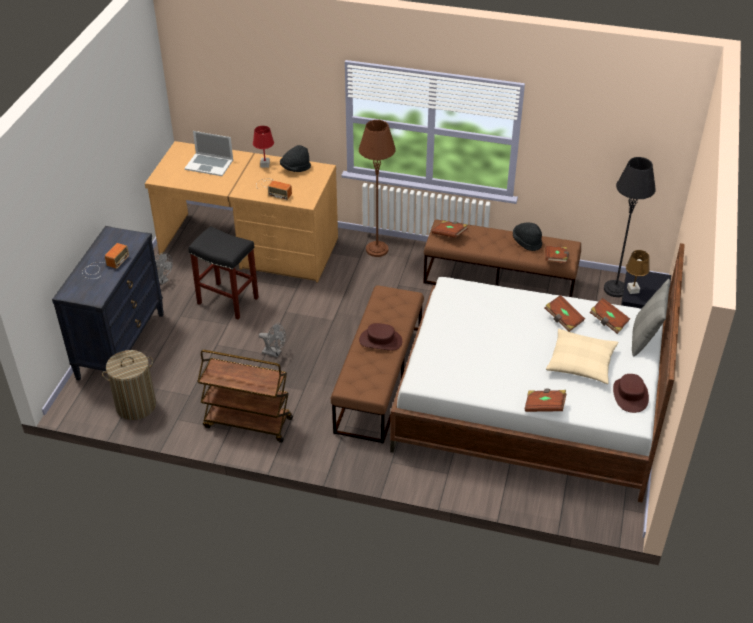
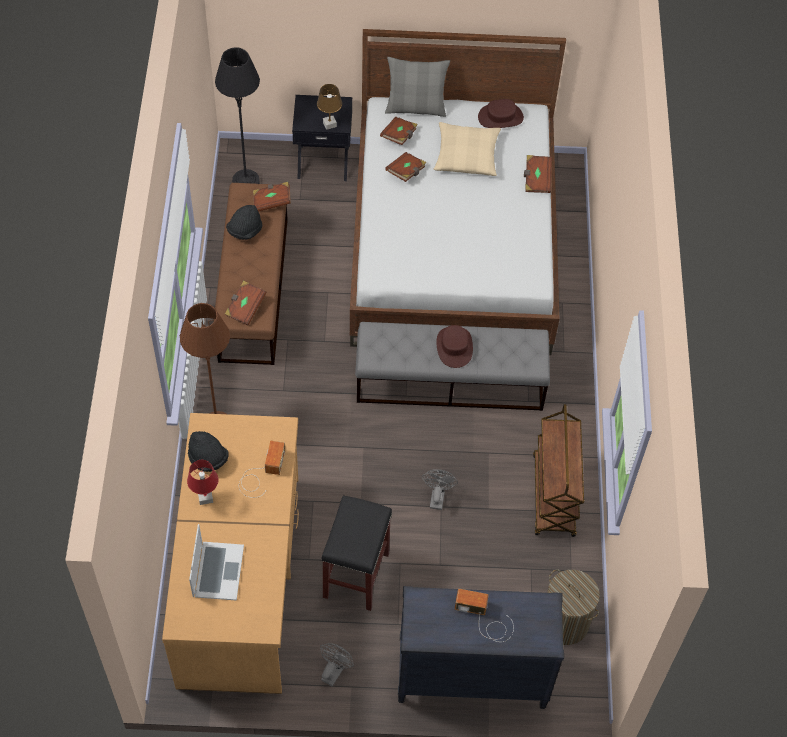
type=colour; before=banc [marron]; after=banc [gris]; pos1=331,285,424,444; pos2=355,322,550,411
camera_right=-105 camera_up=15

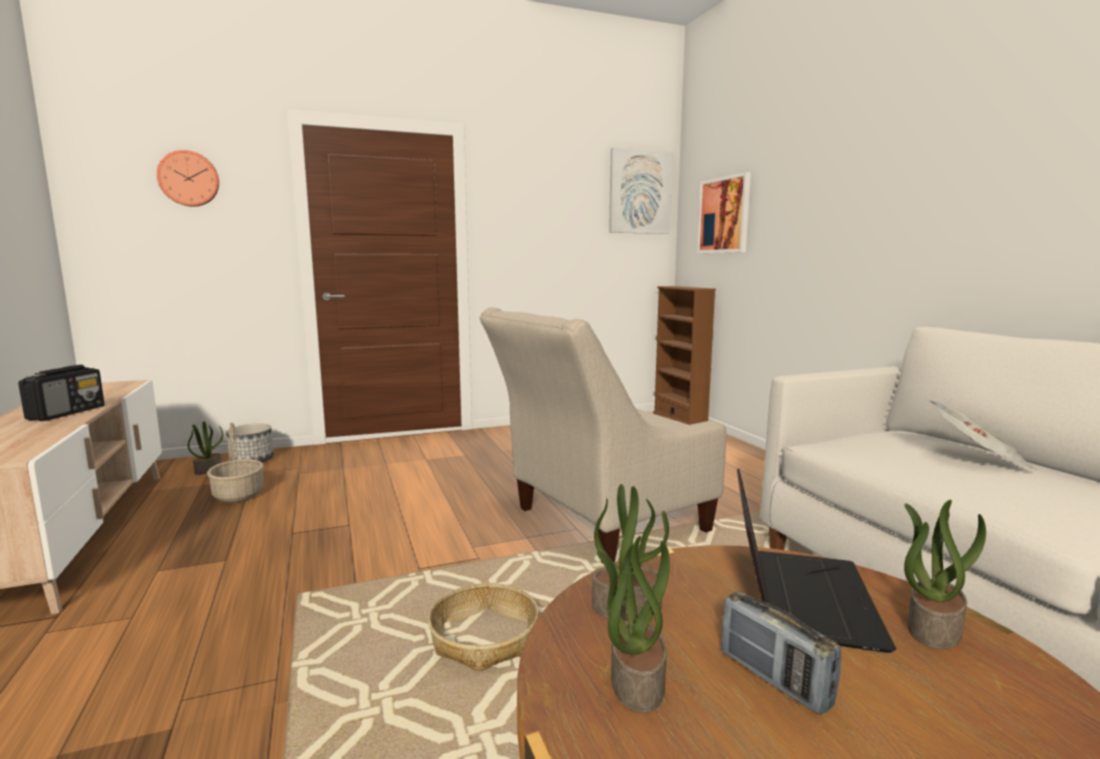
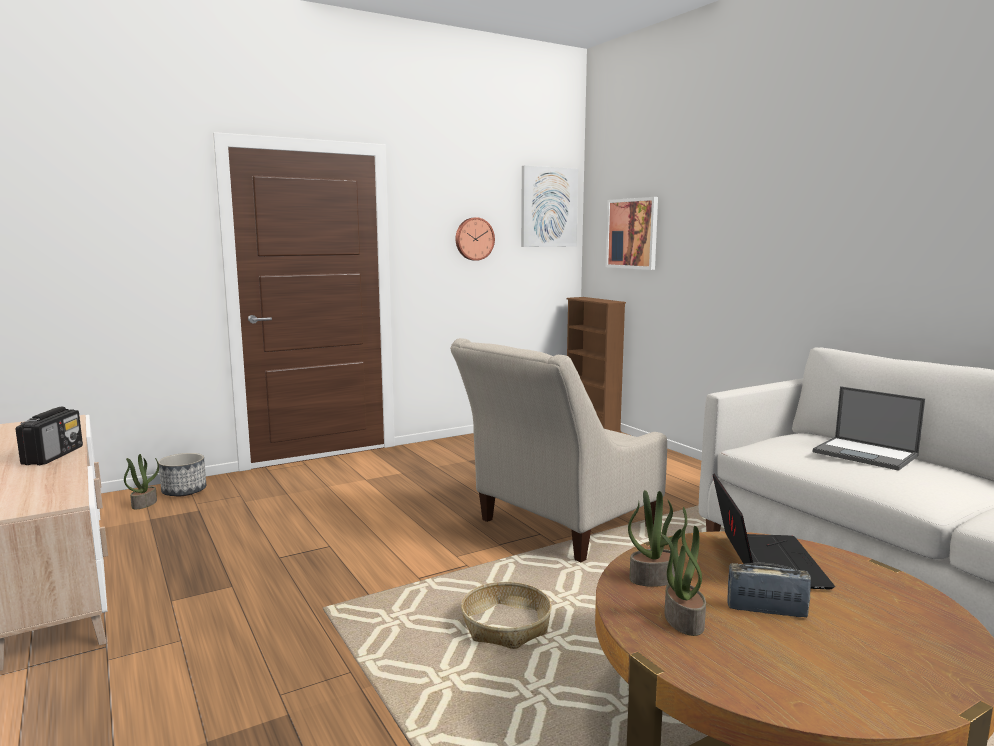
type=missing; before=panier; pos1=207,422,264,503
type=missing; before=plante en pot; pos1=904,500,986,649
type=relocated; before=horloge murale; pos1=157,150,219,207; pos2=456,217,495,261
type=exchanged; before=journal; after=ordinateur portable; pos1=927,399,1037,470; pos2=813,386,925,471
type=spun; before=radio; pos1=721,591,841,715; pos2=728,563,811,617; turn=150
camera_right=-10 camera_up=0

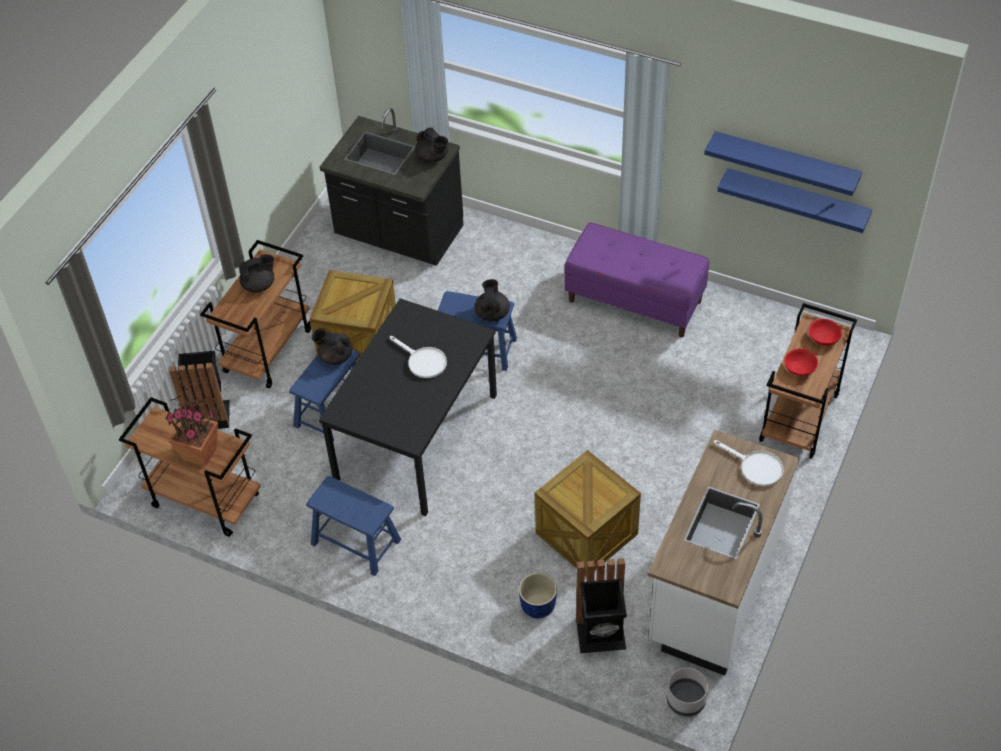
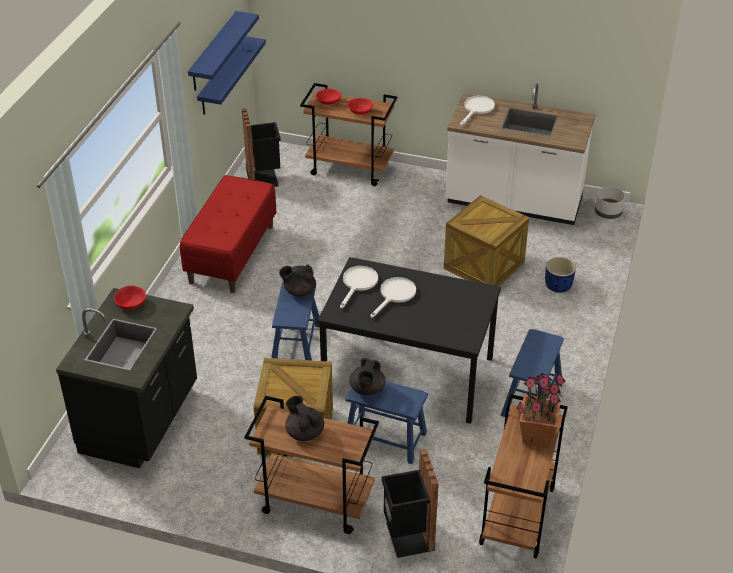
type=appeared; after=poêle [blanc]; pos2=340,266,378,308
type=relocated; before=poubelle [noir]; pos1=576,558,627,653; pos2=242,108,281,187
type=exchanged; before=théière [noir]; after=bol [rouge]; pos1=415,127,448,163; pos2=114,286,146,310
type=colour; before=banc [violet]; after=banc [rouge]; pos1=564,223,709,338; pos2=180,175,276,293
camera_right=-100 camera_up=-10

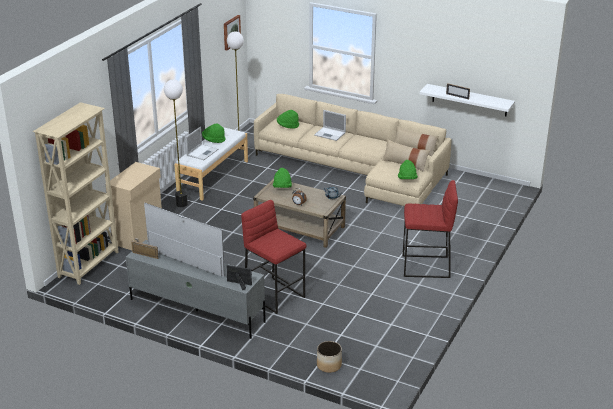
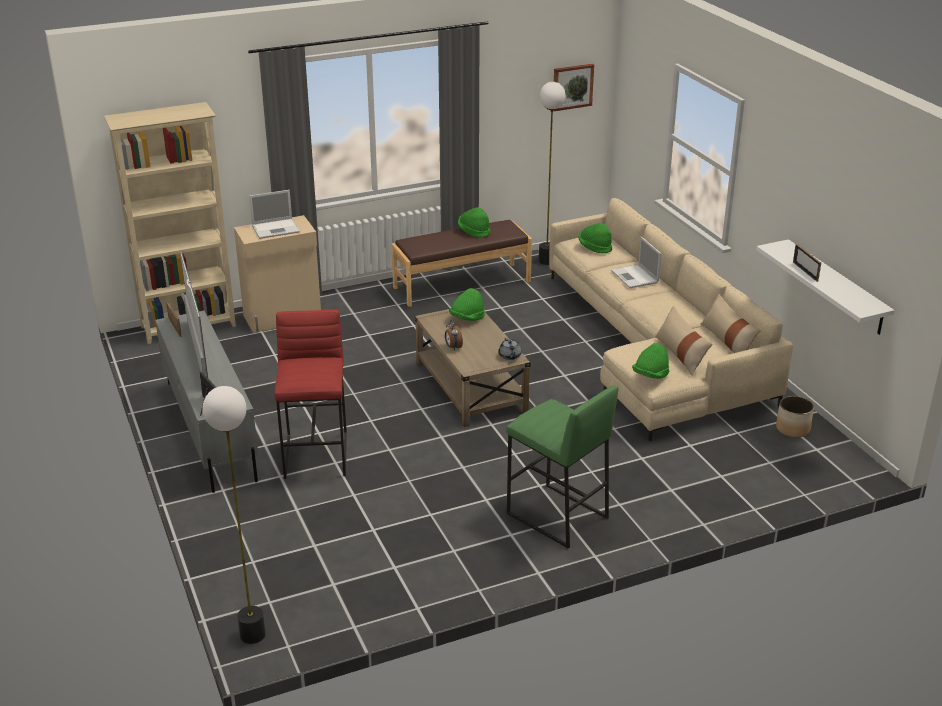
type=relocated; before=lampadaire; pos1=164,79,188,207; pos2=203,386,266,644
type=relocated; before=ordinateur portable; pos1=185,127,218,160; pos2=249,190,300,239
type=relocated; before=cache-pot; pos1=317,341,342,373; pos2=776,396,814,438
type=colour; before=banc [blanc]; after=banc [marron]; pos1=174,127,248,201; pos2=391,220,532,307
type=colour; before=tabouret [rouge]; after=tabouret [vert]; pos1=403,180,458,278; pos2=506,385,618,549
camera_right=40 camera_up=0

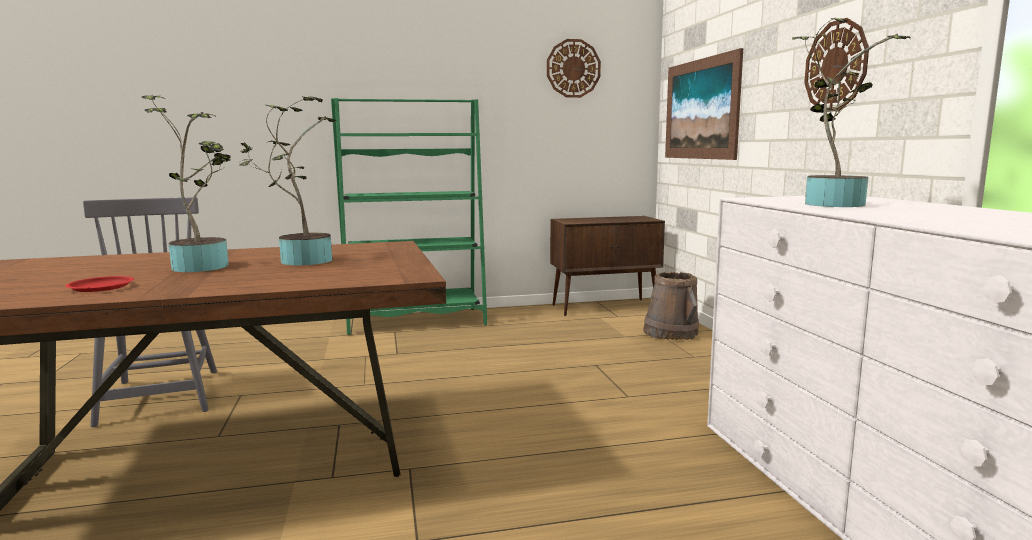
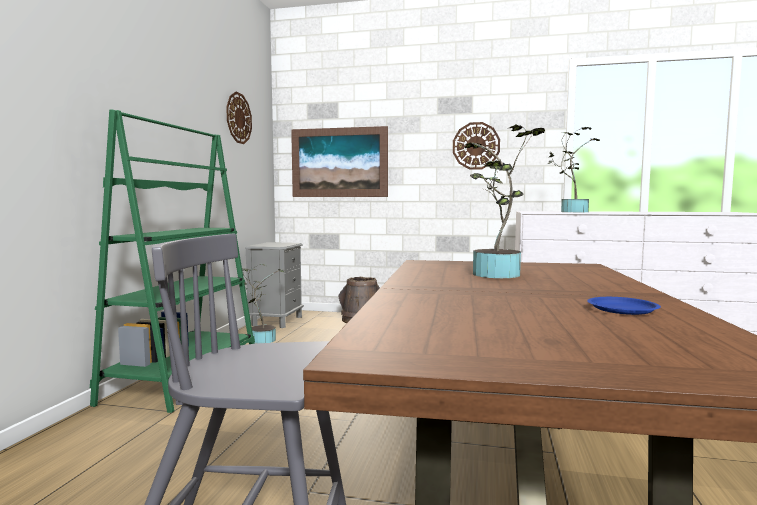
type=relocated; before=plante en pot; pos1=142,96,231,272; pos2=242,264,284,344
type=exchanged; before=meuble de rangement [marron]; after=table de chevet [gris]; pos1=550,216,665,316; pos2=245,242,304,328
type=colour; before=assiette [rouge]; after=assiette [bleu]; pos1=65,276,134,292; pos2=587,297,661,315
camera_right=-65 camera_up=-5

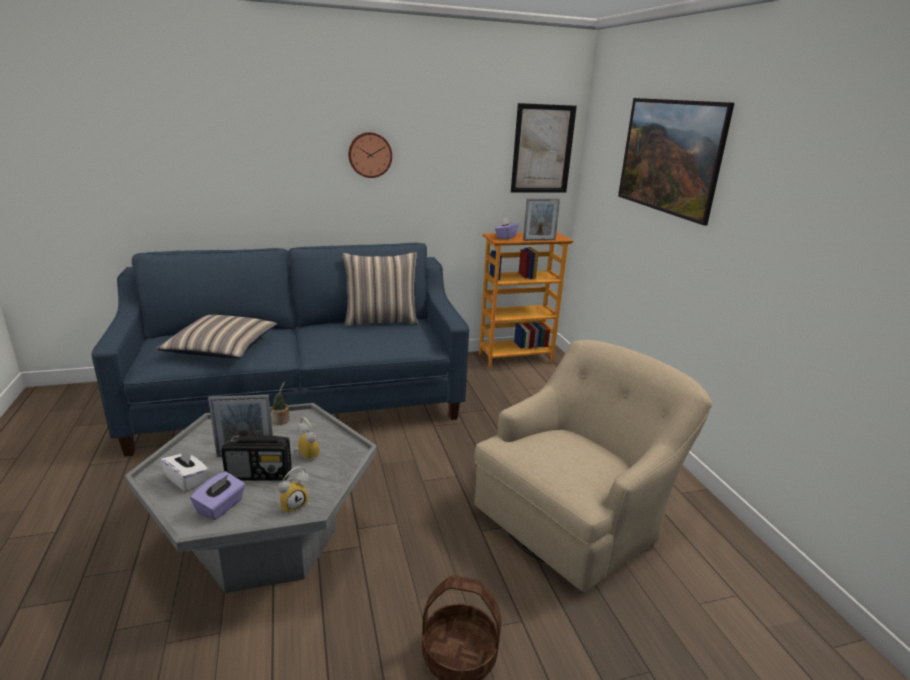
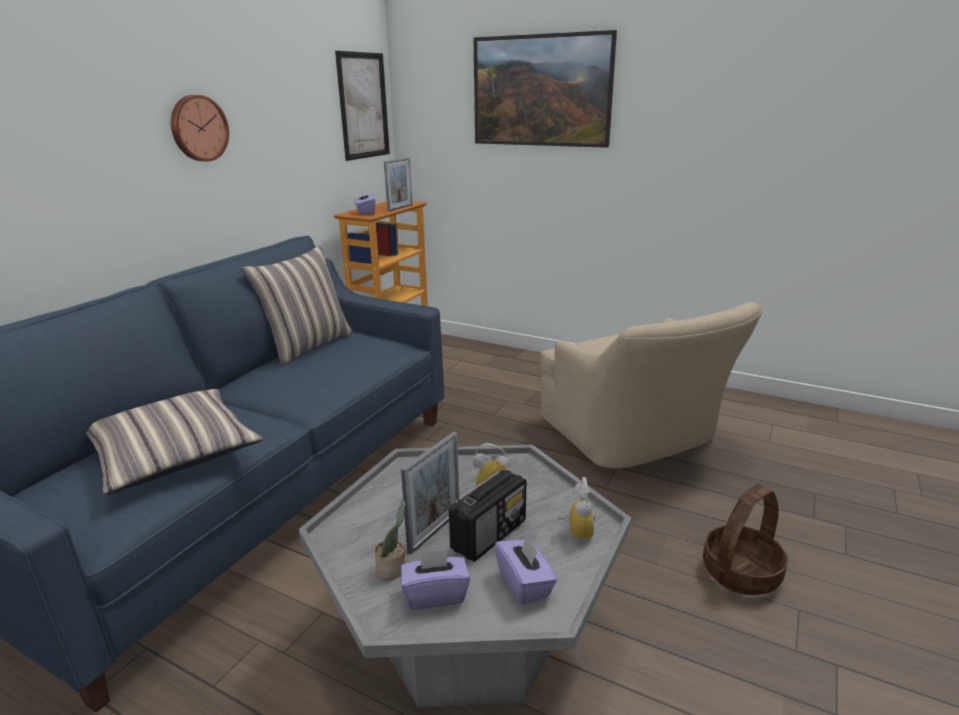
type=relocated; before=plante en pot; pos1=271,382,289,425; pos2=374,500,406,580
type=colour; before=boîte à mouchoirs [blanc]; after=boîte à mouchoirs [violet]; pos1=160,448,209,492; pos2=401,549,470,609
type=spun; before=fauteuil [beige]; pos1=474,340,712,592; pos2=540,302,763,469; turn=150
camera_right=-45 camera_up=0

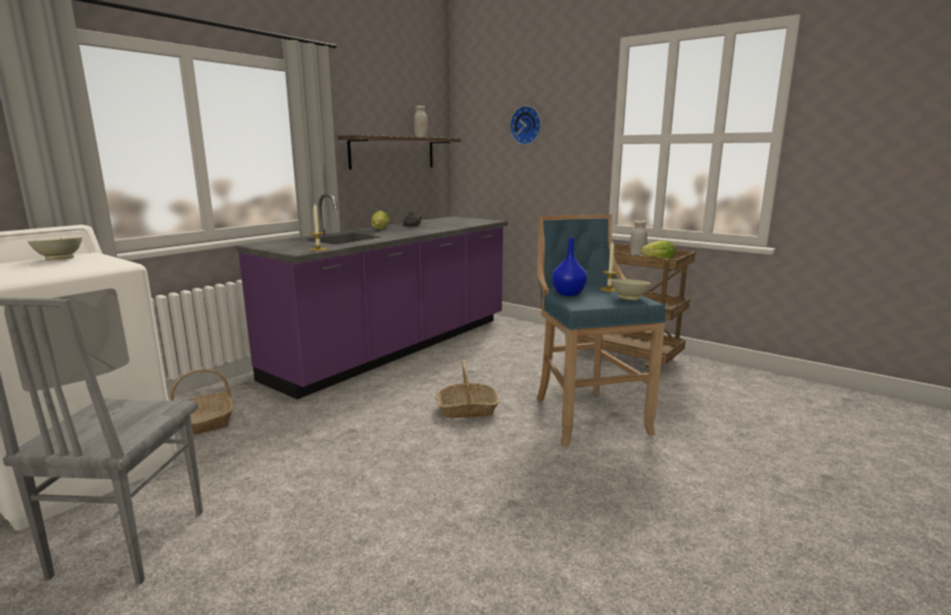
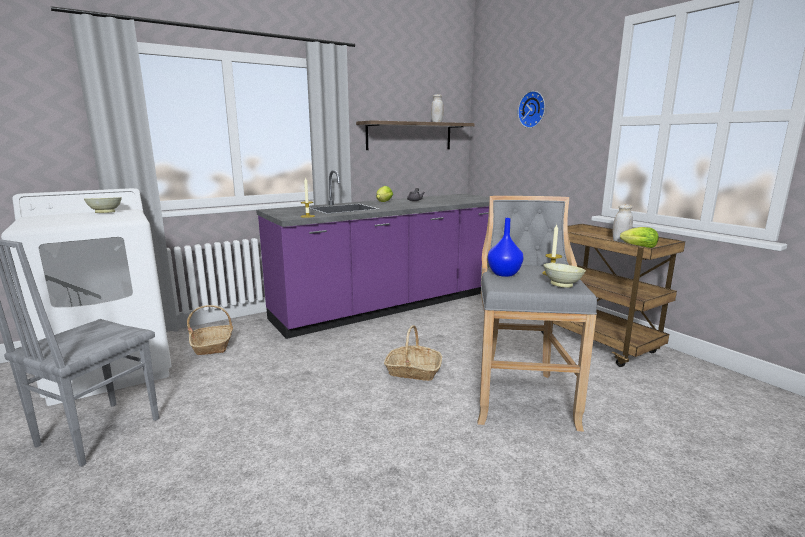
type=colour; before=tabouret [bleu]; after=tabouret [gris]; pos1=537,214,666,447; pos2=477,196,597,431
camera_right=20 camera_up=0

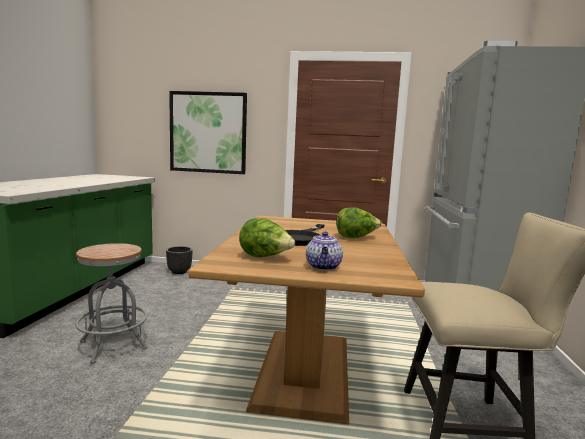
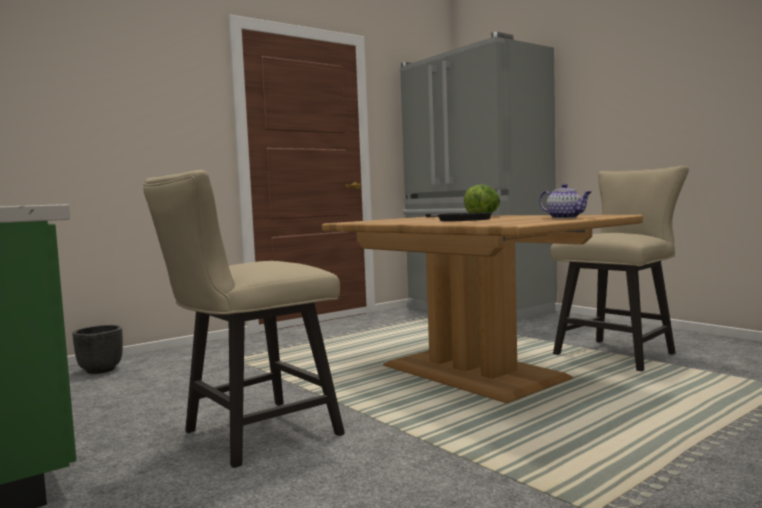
type=missing; before=tableau; pos1=169,91,247,174
type=missing; before=laitue; pos1=239,218,295,257
type=exchanged; before=tabouret [gris]; after=chaise [beige]; pos1=75,243,148,364; pos2=143,170,345,468
camera_right=-45 camera_up=-5

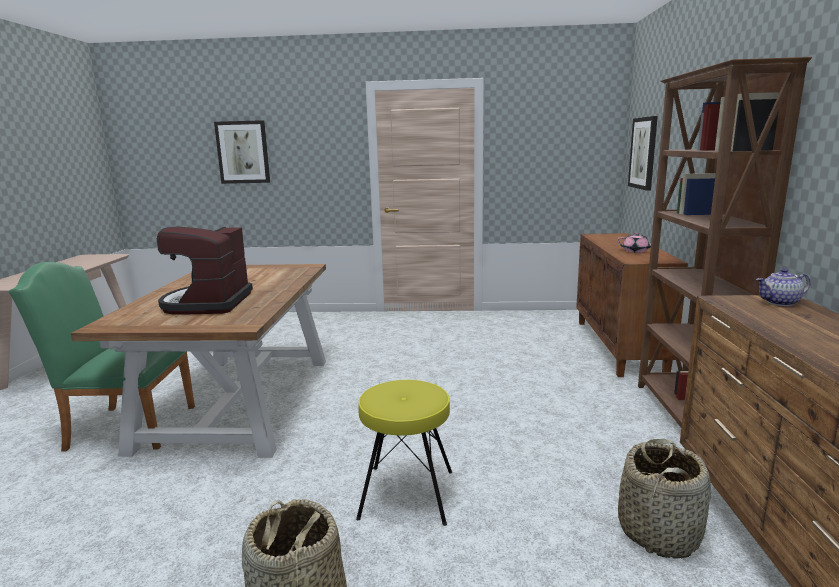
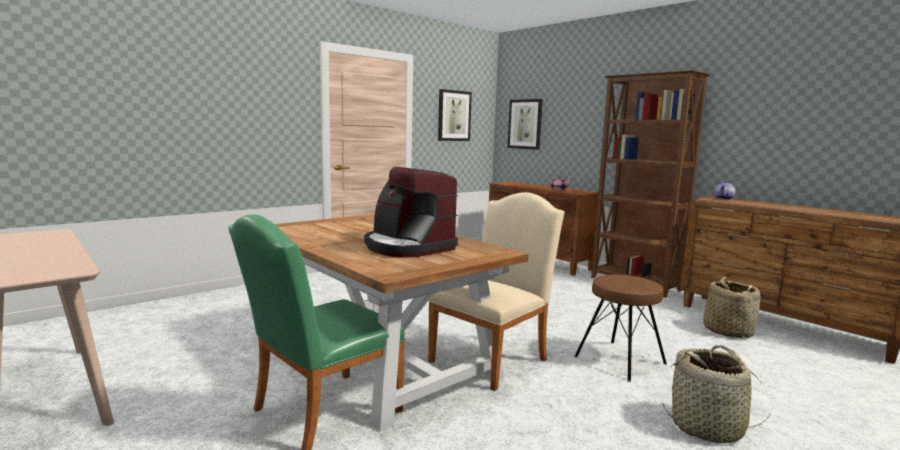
type=appeared; after=chaise [beige]; pos2=428,192,565,391
type=relocated; before=tableau; pos1=214,120,270,184; pos2=438,89,472,141
type=colour; before=tabouret [jaune]; after=tabouret [marron]; pos1=356,380,452,526; pos2=574,275,667,382
camera_right=-45 camera_up=-5

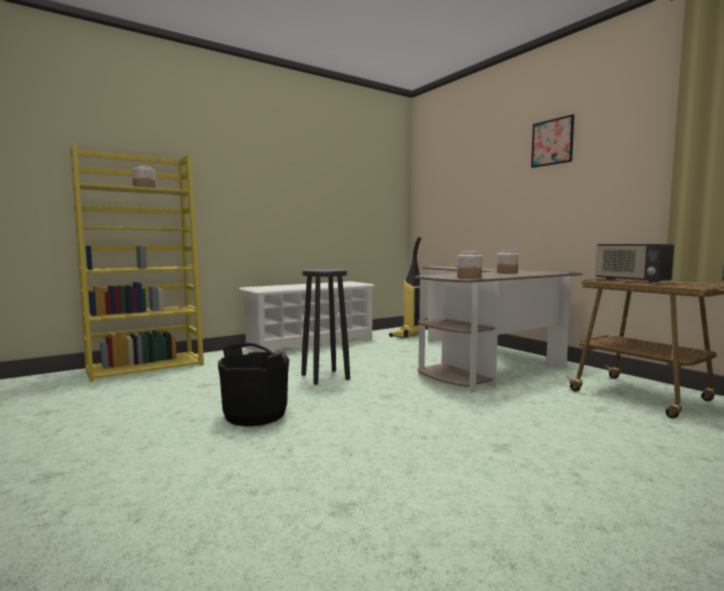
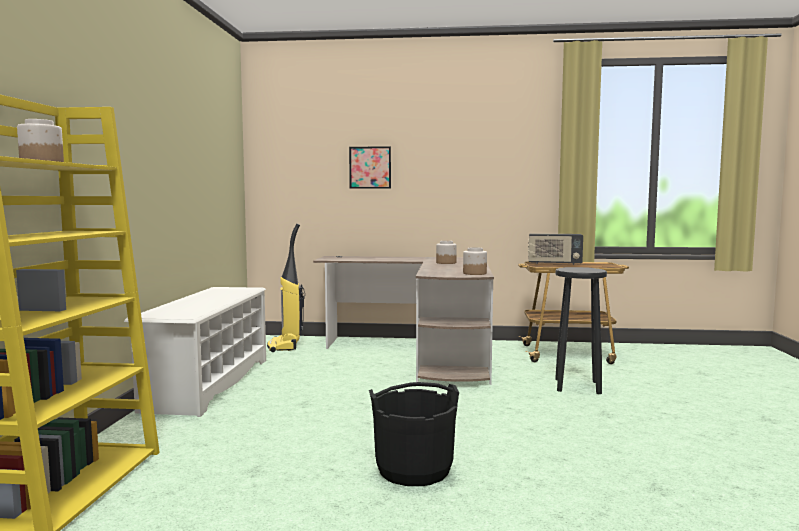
type=relocated; before=tabouret [noir]; pos1=301,269,350,385; pos2=555,267,607,394
type=relocated; before=tableau; pos1=531,114,574,168; pos2=349,146,391,189
camera_right=-50 camera_up=0

